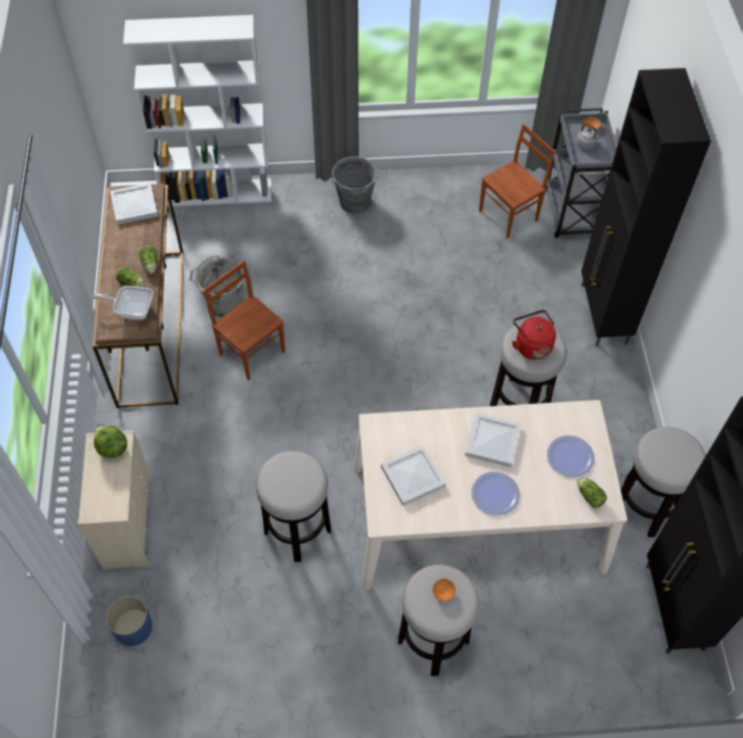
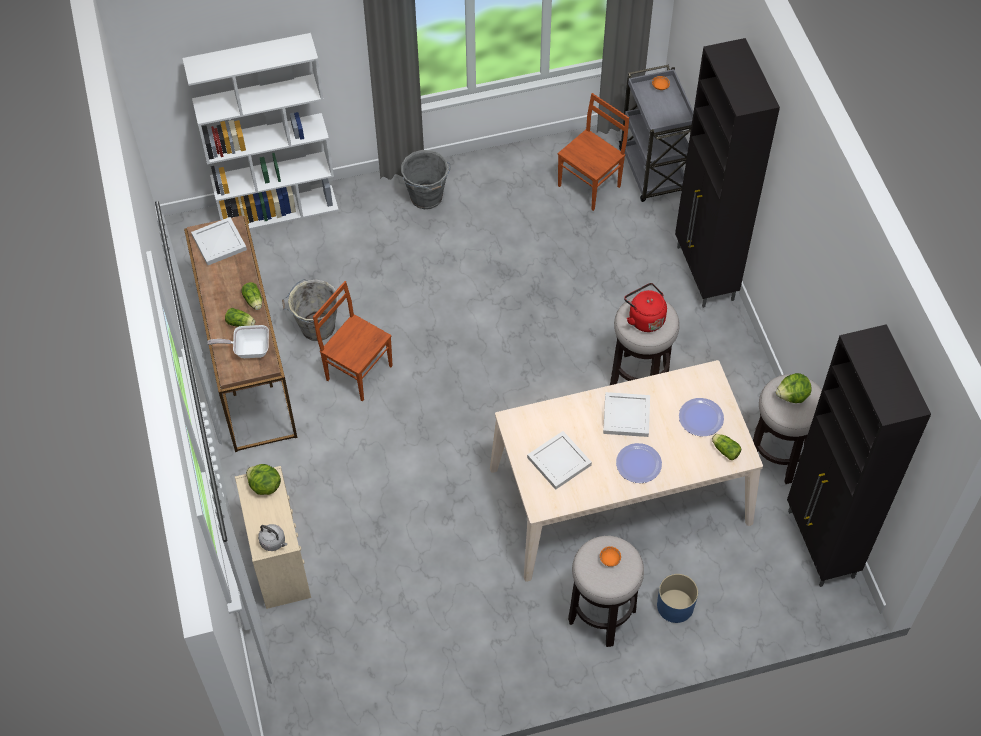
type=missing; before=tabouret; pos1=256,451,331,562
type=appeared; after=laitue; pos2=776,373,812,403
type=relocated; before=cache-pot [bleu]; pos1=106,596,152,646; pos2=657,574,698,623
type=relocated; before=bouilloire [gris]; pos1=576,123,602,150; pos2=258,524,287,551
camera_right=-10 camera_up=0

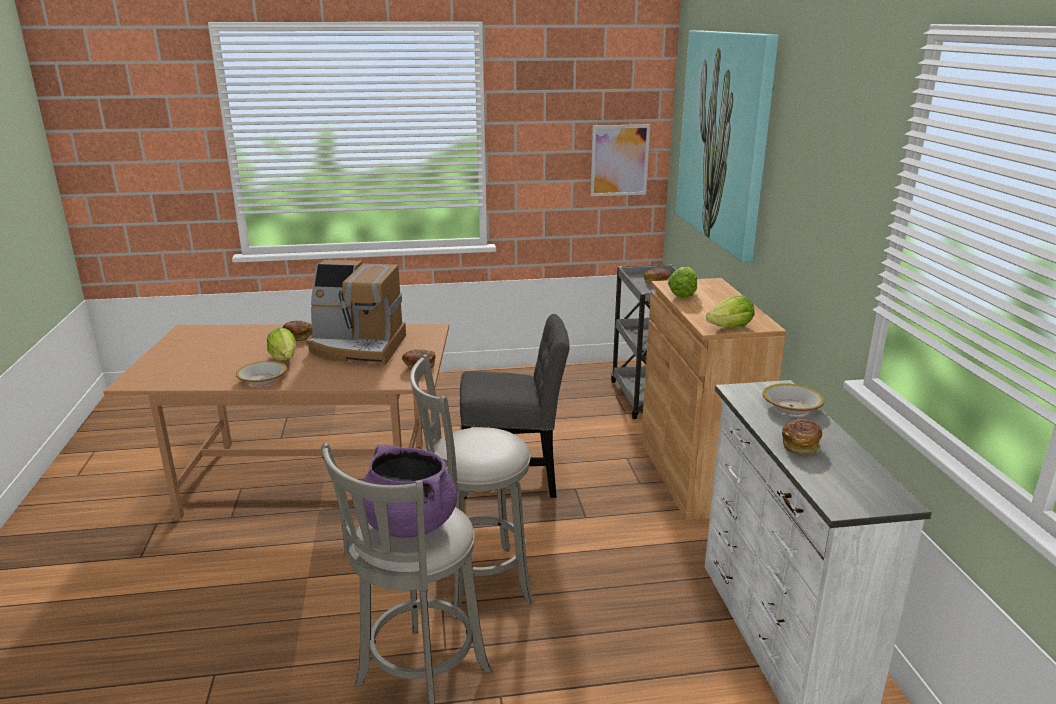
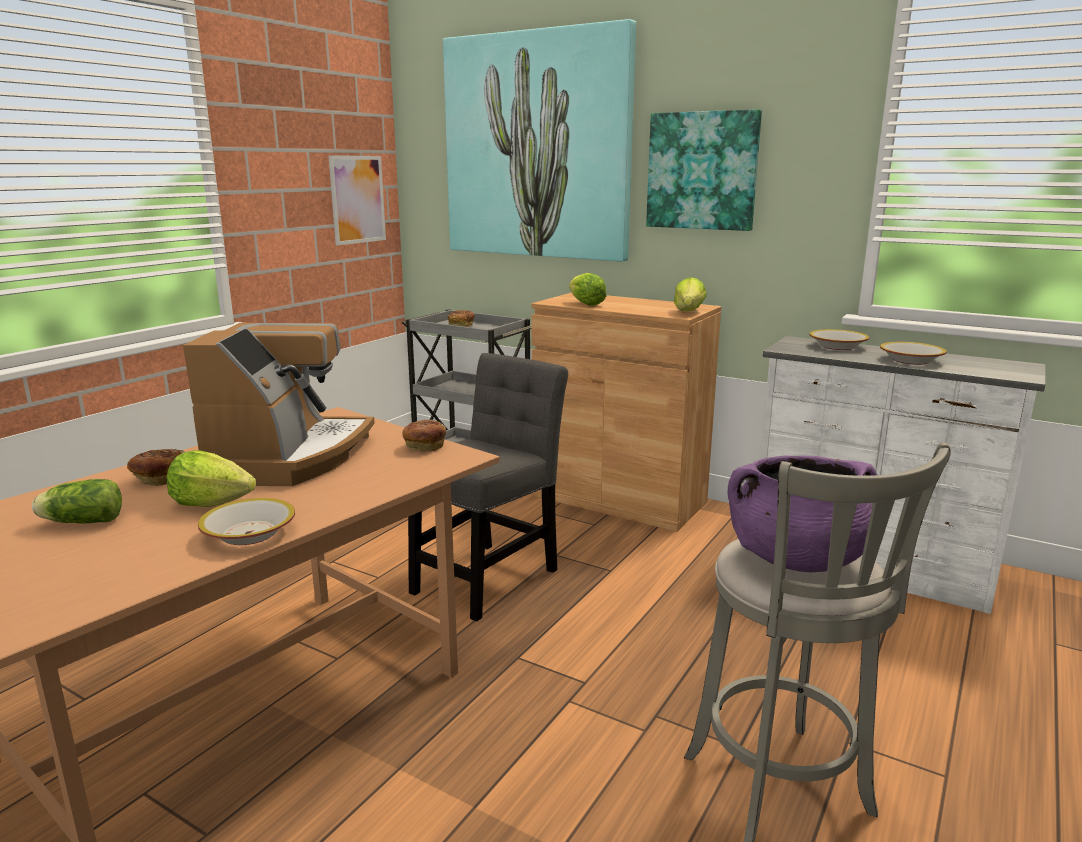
type=missing; before=tabouret [gris]; pos1=410,354,533,619
type=appeared; after=laitue; pos2=32,479,122,524
type=appeared; after=tableau; pos2=646,109,762,231
type=exchanged; before=pain; after=bol; pos1=782,419,823,455; pos2=880,342,947,365
type=spun; before=machine à café; pos1=306,260,406,366; pos2=183,323,375,486; turn=-45
camera_right=-50 camera_up=-5

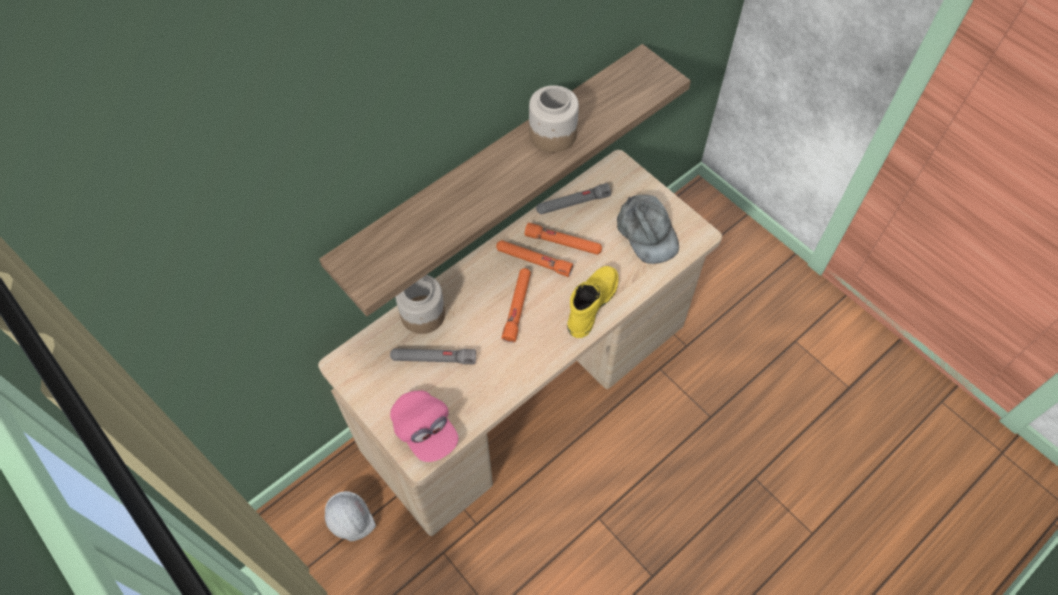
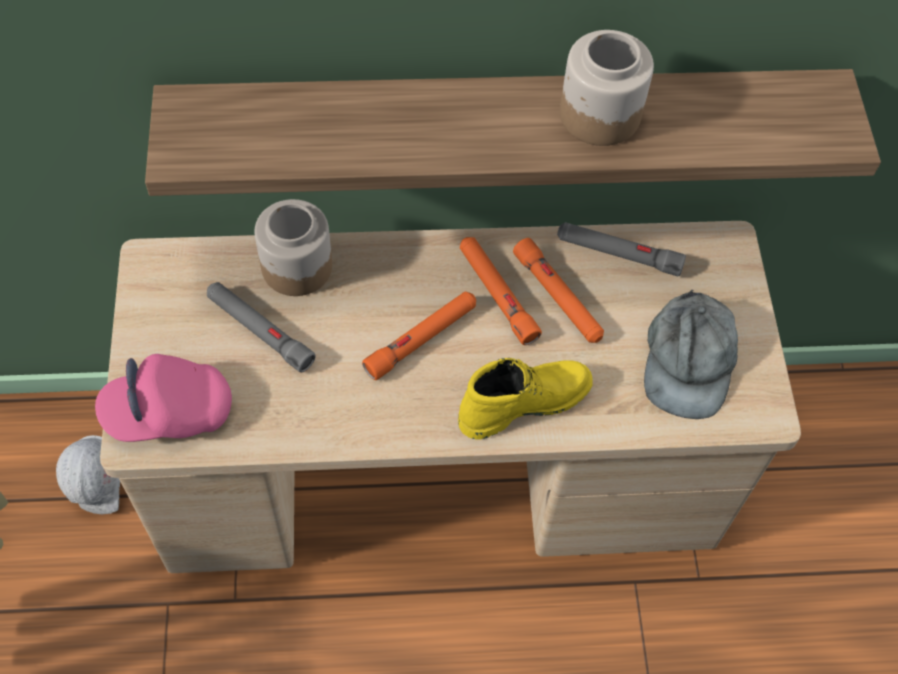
type=spun; before=casquette [rose]; pos1=390,390,459,462; pos2=95,354,232,442; turn=75
camera_right=35 camera_up=0

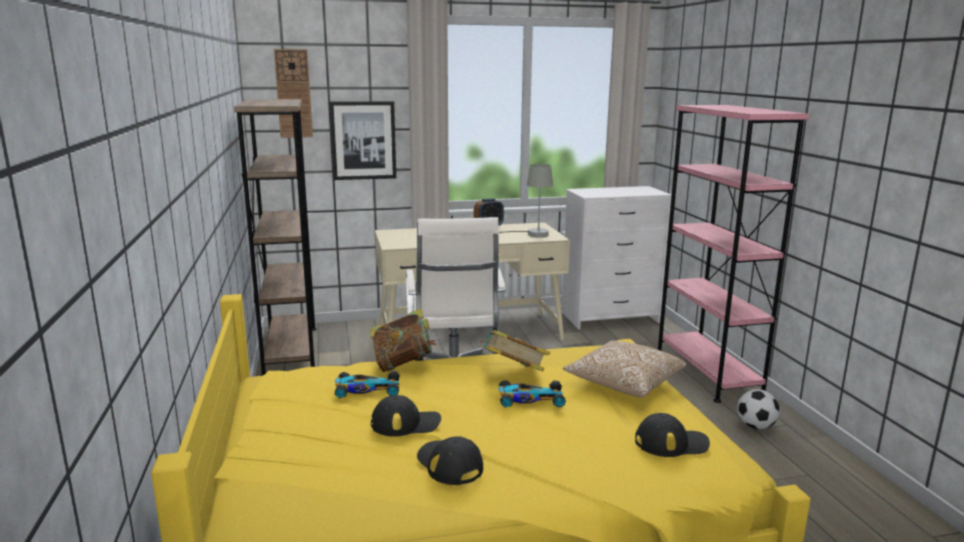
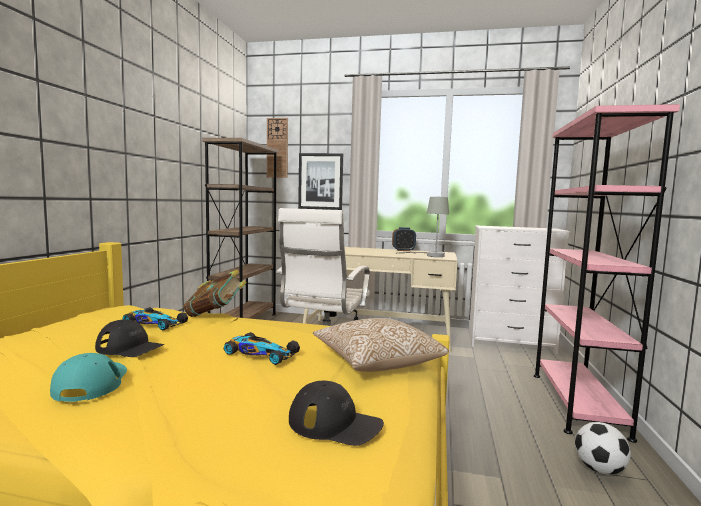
type=missing; before=livre; pos1=480,330,550,371
type=colour; before=casquette [noir]; after=casquette [turquoise]; pos1=417,436,483,485; pos2=50,353,127,402
camera_right=25 camera_up=-10

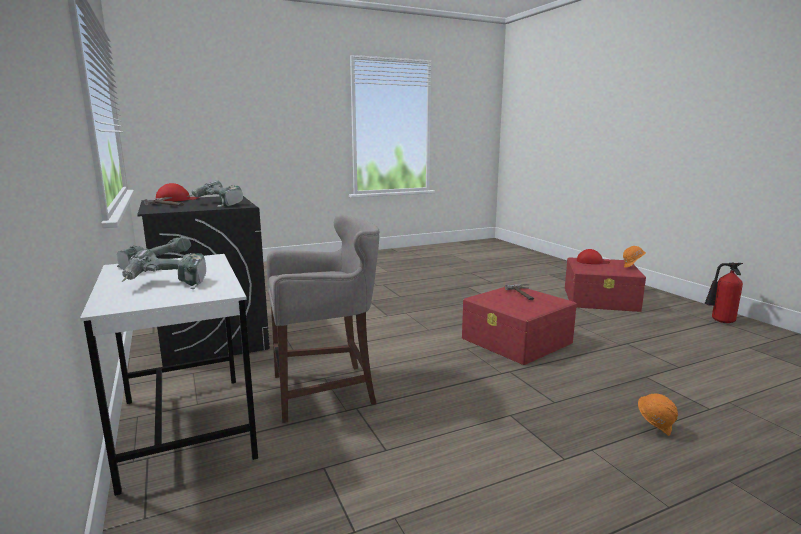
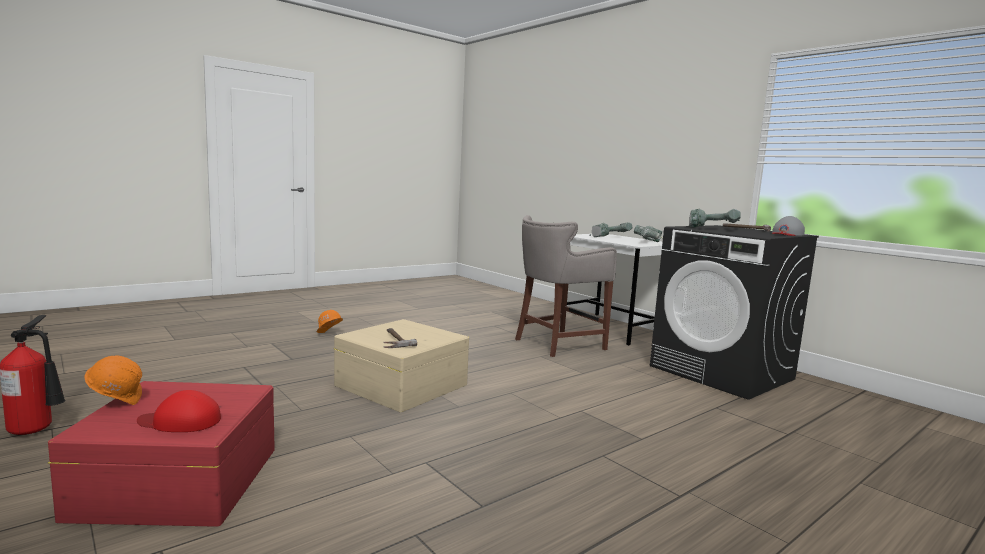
type=colour; before=casquette [rouge]; after=casquette [gris]; pos1=156,183,199,202; pos2=772,216,805,236
type=colour; before=boîte de rangement [rouge]; after=boîte de rangement [beige]; pos1=462,284,577,365; pos2=333,319,469,412
camera_right=165 camera_up=-5

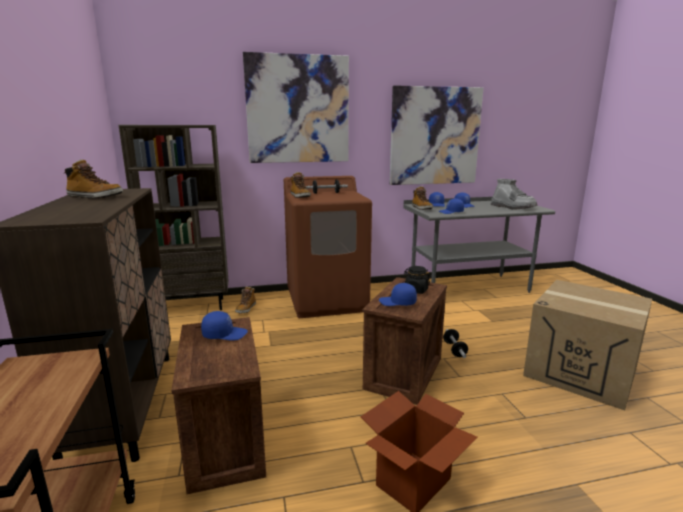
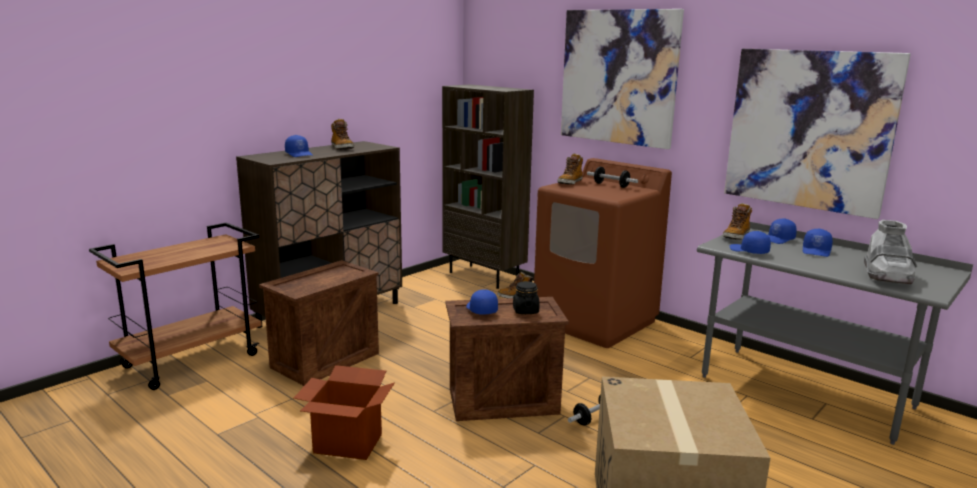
type=relocated; before=casquette [bleu]; pos1=201,311,248,341; pos2=285,135,312,157
camera_right=55 camera_up=0

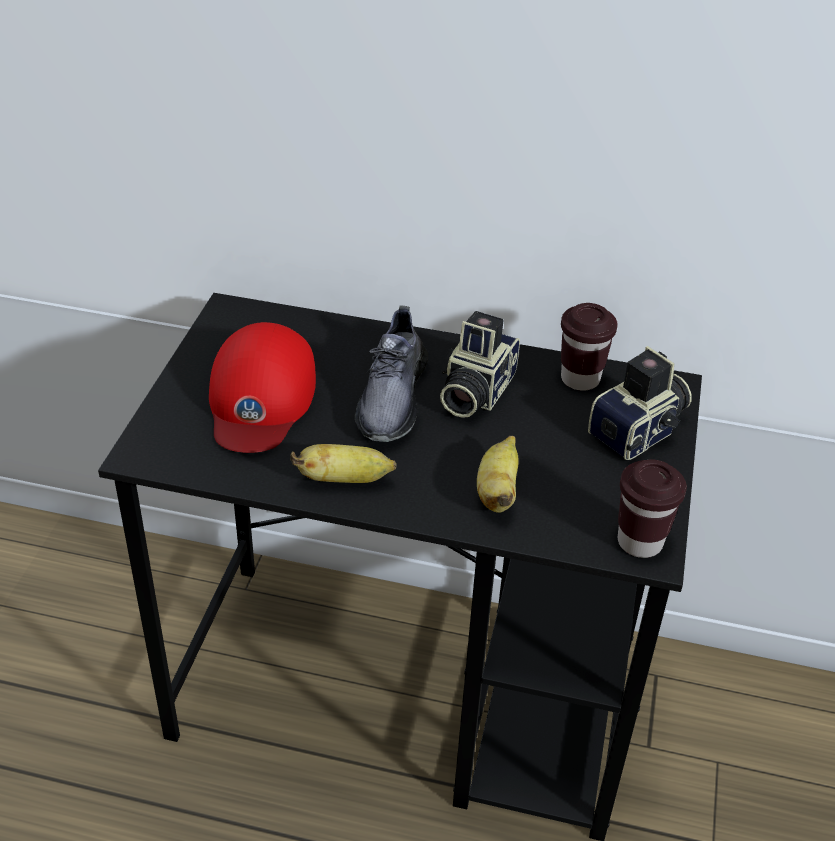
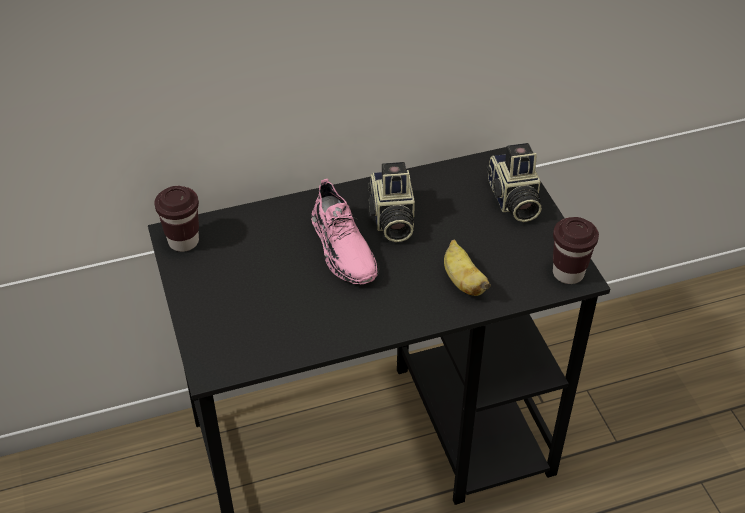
type=missing; before=casquette [rouge]; pos1=209,322,316,453
type=missing; before=banane; pos1=290,444,397,483
type=relocated; before=tasse [marron]; pos1=561,303,618,391; pos2=154,186,199,252
type=colour; before=chaussure [gris]; after=chaussure [rose]; pos1=355,306,428,442; pos2=311,179,379,284
type=spun; before=appareil photo; pos1=588,346,692,460; pos2=486,143,542,222; turn=150
camera_right=-30 camera_up=5

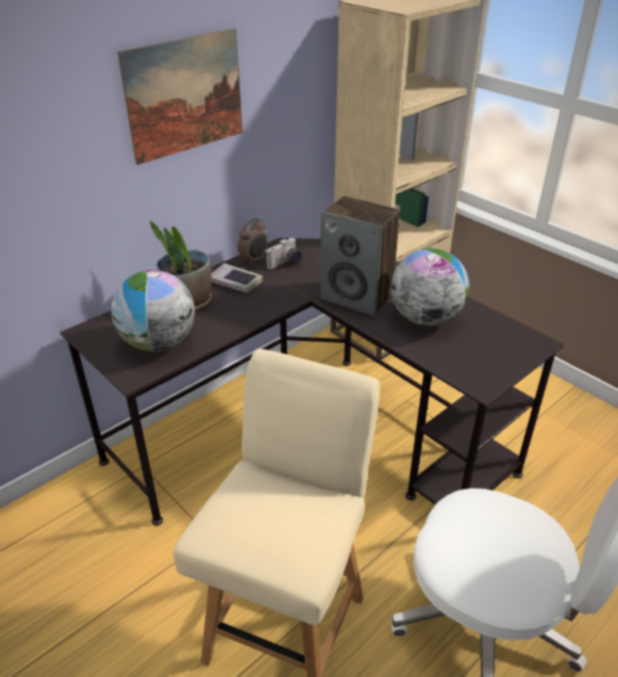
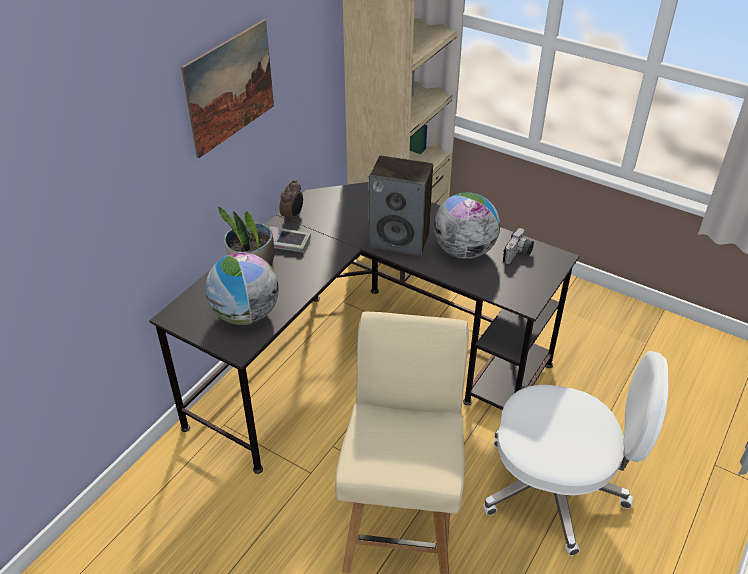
type=relocated; before=appareil photo; pos1=265,238,302,269; pos2=503,228,534,264
camera_right=-15 camera_up=5

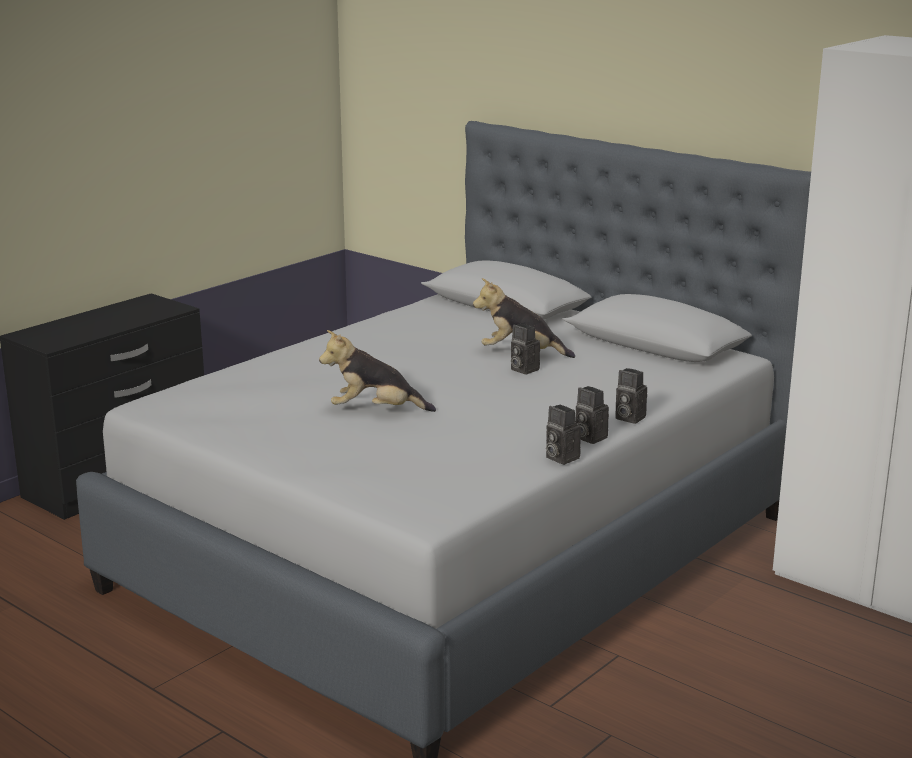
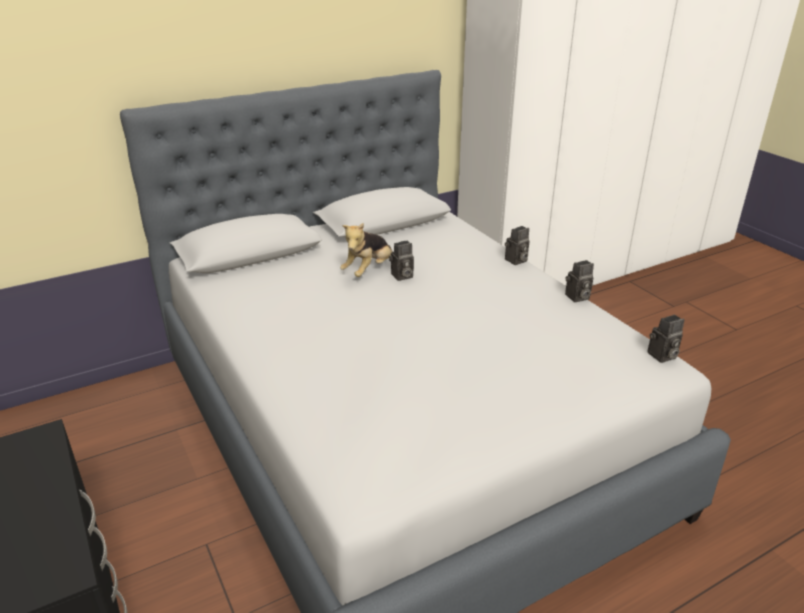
type=missing; before=peluche; pos1=319,330,436,412
type=relocated; before=appareil photo; pos1=575,386,609,444; pos2=647,315,684,363
camera_right=-70 camera_up=10

